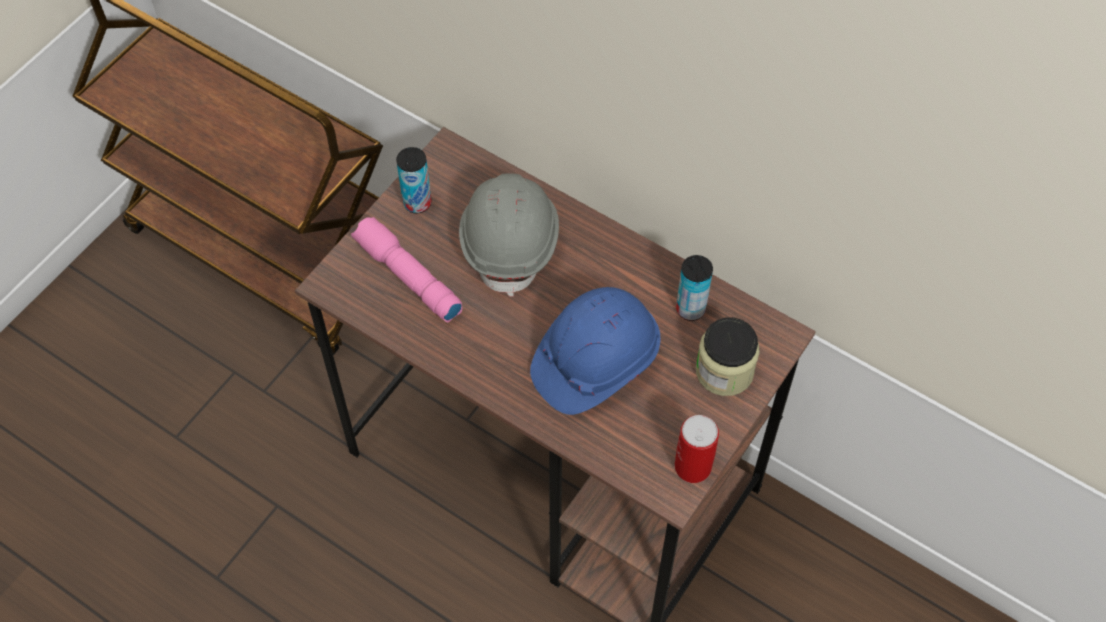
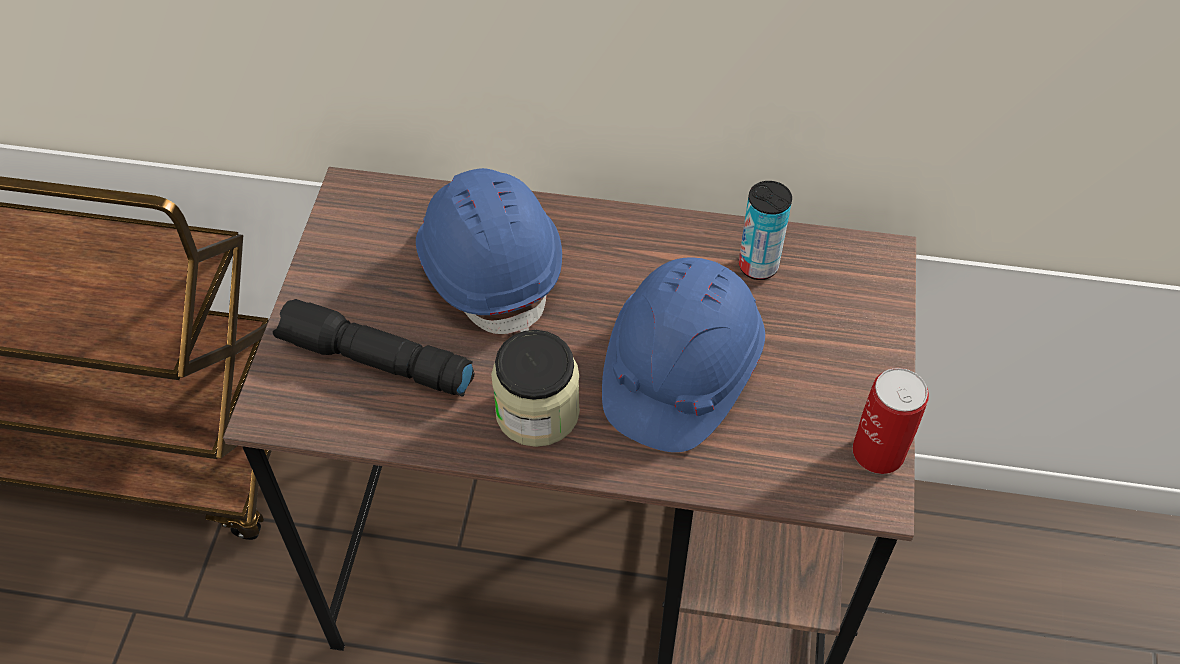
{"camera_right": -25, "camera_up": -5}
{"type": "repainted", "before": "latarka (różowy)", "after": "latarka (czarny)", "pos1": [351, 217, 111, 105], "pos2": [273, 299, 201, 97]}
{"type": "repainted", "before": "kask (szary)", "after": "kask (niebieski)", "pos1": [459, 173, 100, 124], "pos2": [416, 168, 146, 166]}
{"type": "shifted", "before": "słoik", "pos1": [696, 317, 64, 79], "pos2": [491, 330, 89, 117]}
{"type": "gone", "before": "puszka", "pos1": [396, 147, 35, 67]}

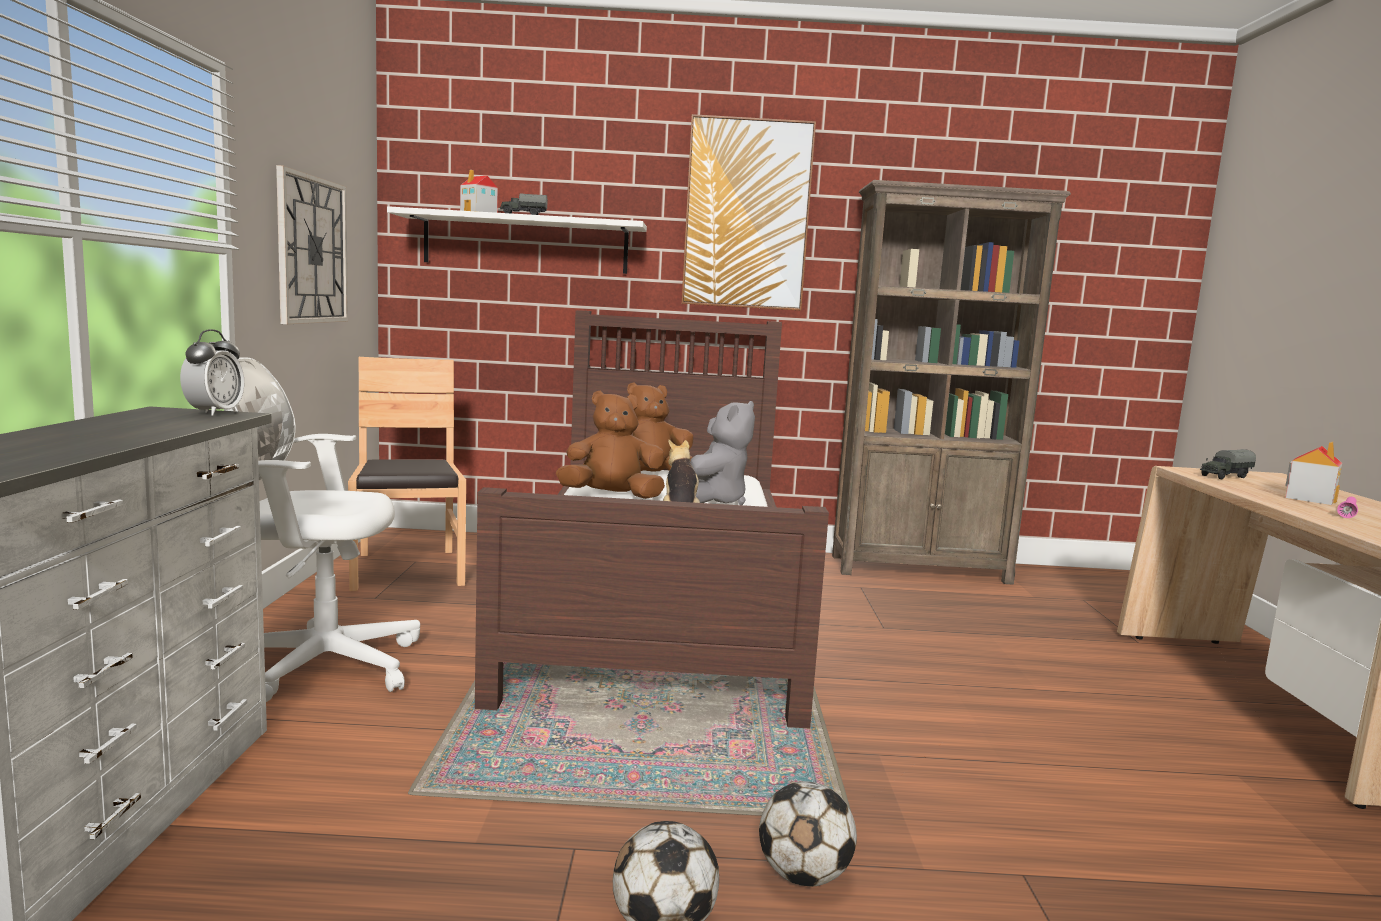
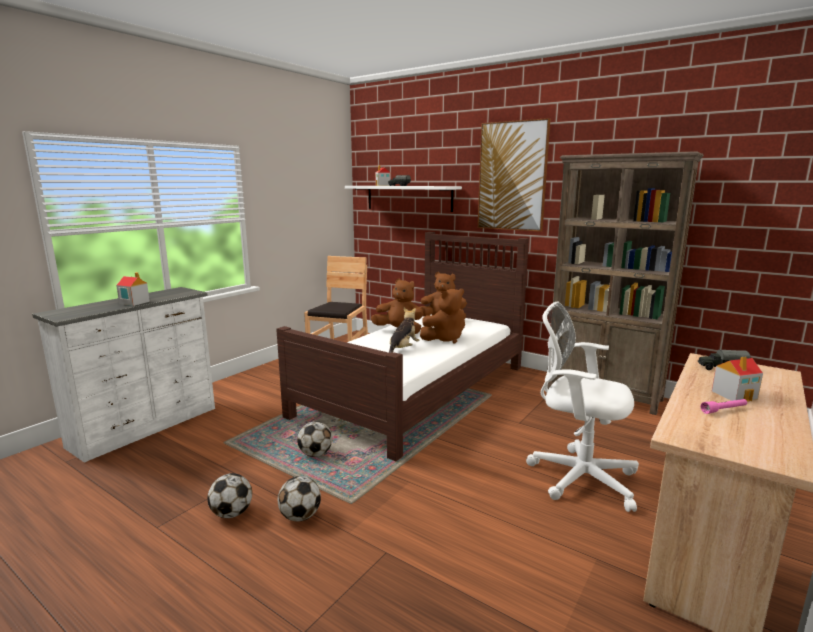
{"camera_right": 35, "camera_up": 5}
{"type": "new", "after": "domek", "pos2": [116, 272, 34, 34]}
{"type": "new", "after": "piłka futbolowa", "pos2": [297, 421, 35, 36]}
{"type": "repainted", "before": "pluszak (szary)", "after": "pluszak (brązowy)", "pos1": [690, 401, 65, 104], "pos2": [420, 289, 45, 54]}
{"type": "shifted", "before": "krzesło biurowe (biały)", "pos1": [224, 357, 196, 345], "pos2": [526, 301, 113, 211]}
{"type": "gone", "before": "budzik", "pos1": [180, 329, 64, 87]}
{"type": "gone", "before": "zegar ścienny", "pos1": [276, 165, 72, 159]}

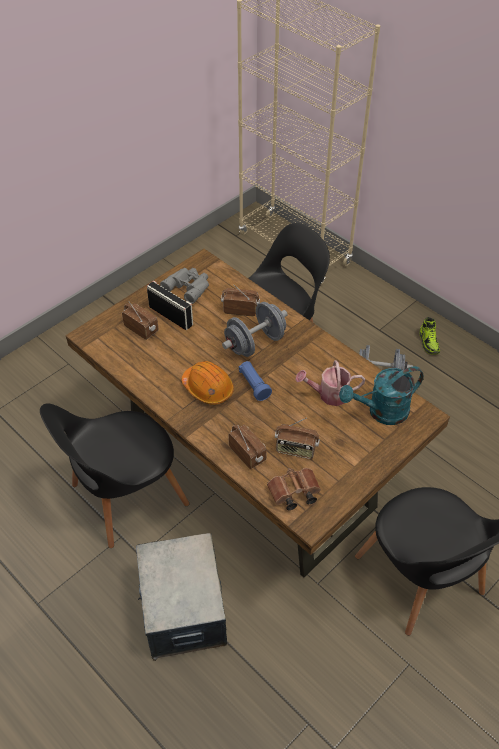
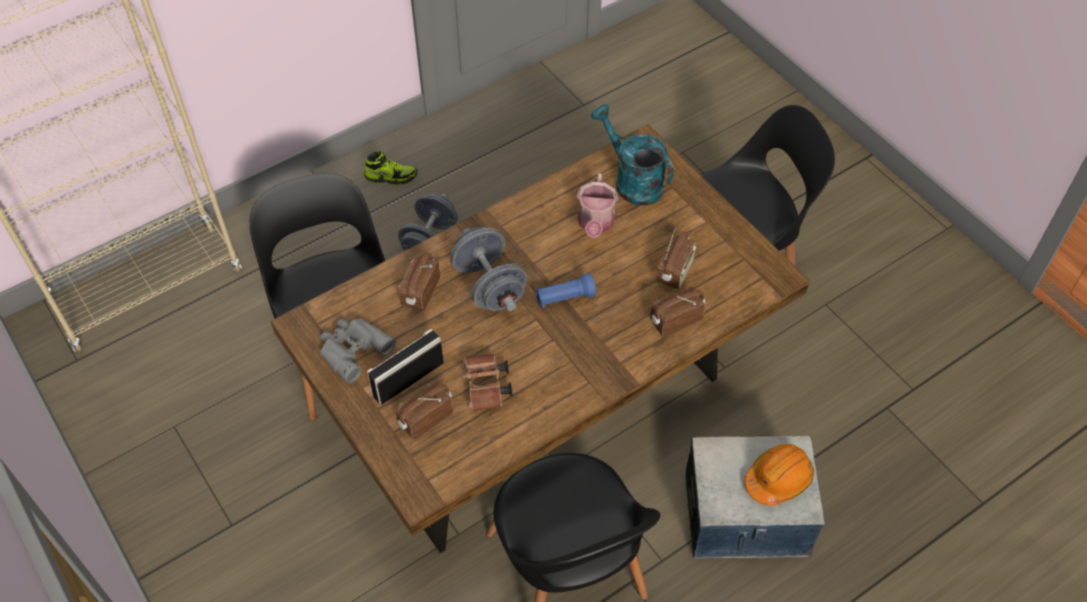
{"camera_right": -80, "camera_up": 5}
{"type": "shifted", "before": "lornetka (brązowy)", "pos1": [267, 468, 54, 42], "pos2": [463, 354, 50, 58]}
{"type": "rotated", "before": "konewka (turkusowy)", "pos1": [339, 366, 84, 59], "pos2": [591, 104, 83, 102], "turn": 150}
{"type": "shifted", "before": "kask (pomarańczowy)", "pos1": [182, 361, 52, 44], "pos2": [744, 444, 70, 62]}

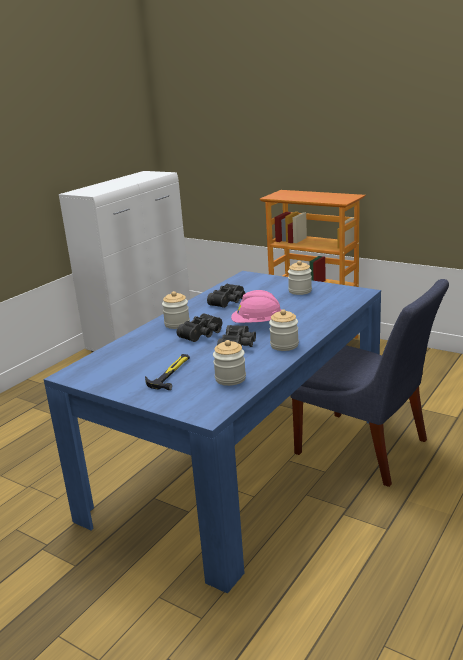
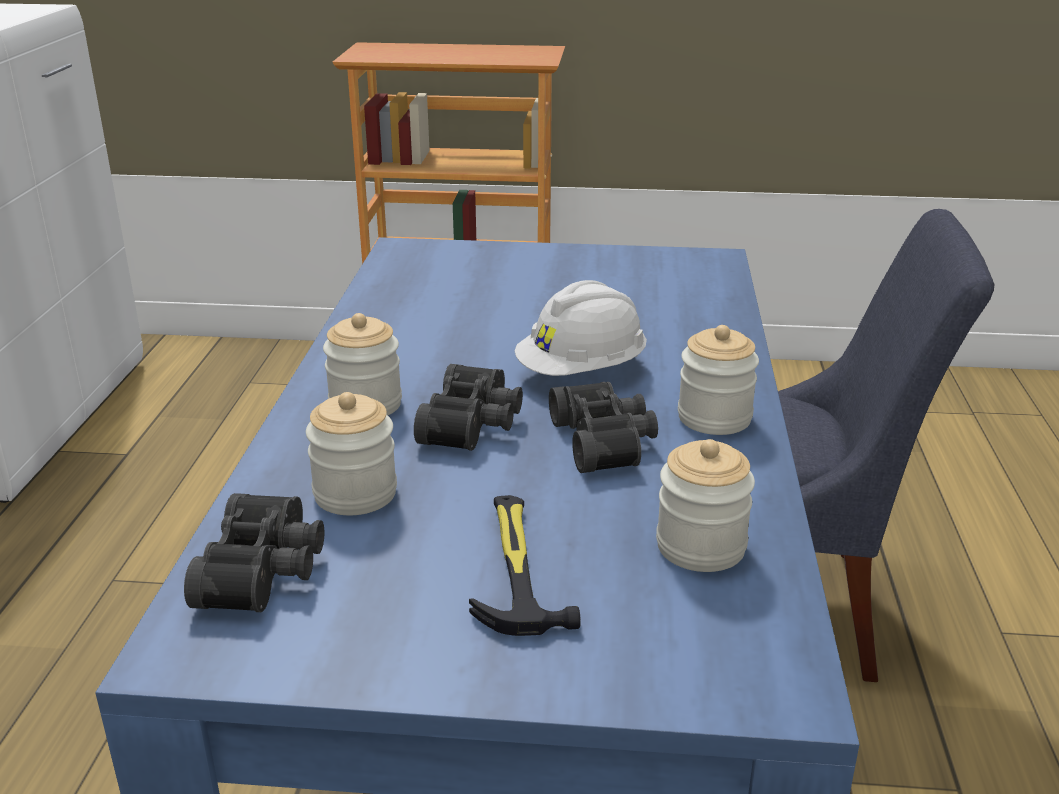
{"camera_right": -30, "camera_up": 5}
{"type": "shifted", "before": "lornetka (czarny)", "pos1": [207, 284, 39, 24], "pos2": [184, 493, 141, 119]}
{"type": "shifted", "before": "słoik", "pos1": [288, 261, 24, 34], "pos2": [306, 392, 91, 123]}
{"type": "repainted", "before": "kask (różowy)", "after": "kask (biały)", "pos1": [231, 290, 50, 33], "pos2": [515, 280, 132, 96]}

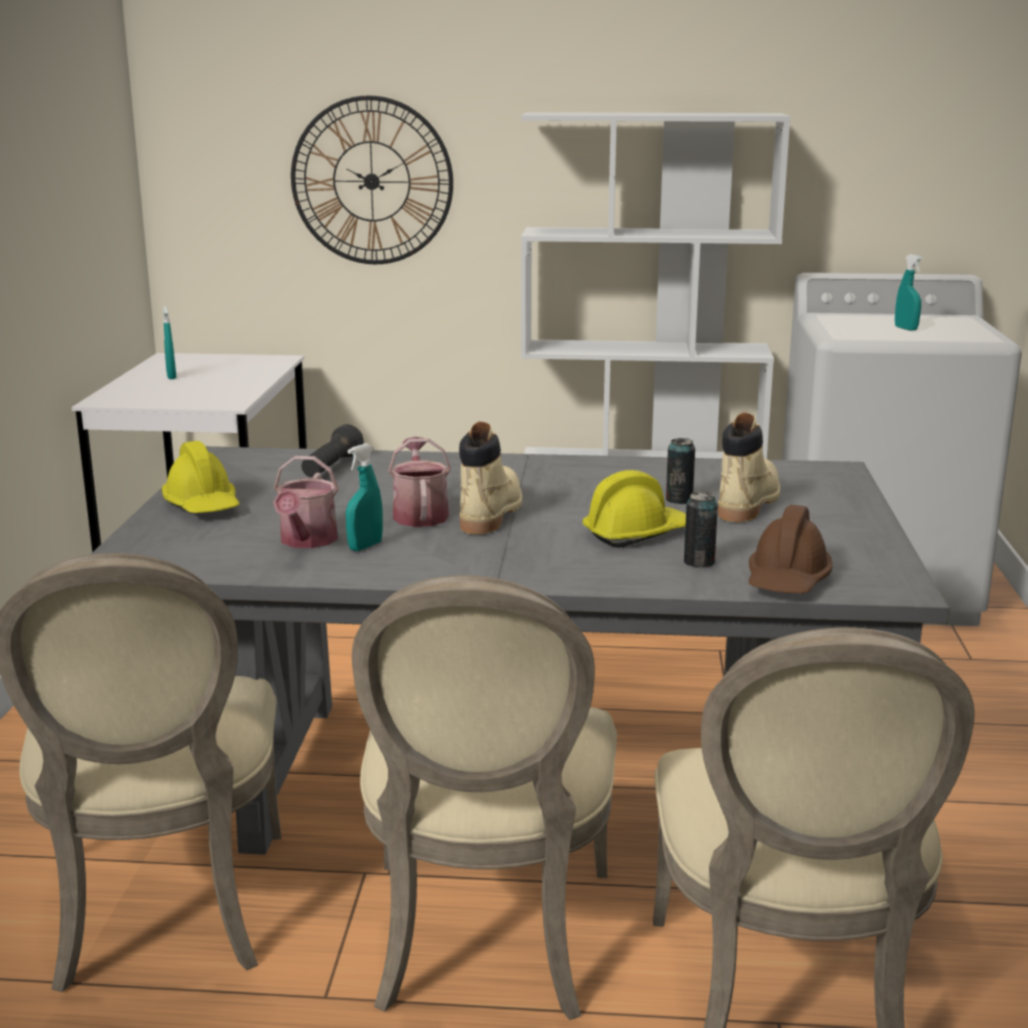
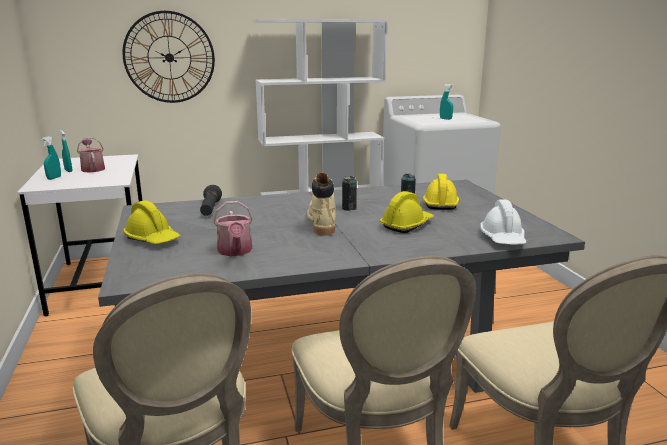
{"camera_right": -20, "camera_up": 0}
{"type": "shifted", "before": "spryskiwacz (turkusowy)", "pos1": [346, 443, 37, 108], "pos2": [41, 136, 20, 44]}
{"type": "shifted", "before": "konewka", "pos1": [388, 437, 63, 90], "pos2": [77, 137, 28, 35]}
{"type": "shifted", "before": "puszka", "pos1": [684, 492, 34, 75], "pos2": [342, 176, 15, 35]}
{"type": "swapped", "before": "but z cholewką (beżowy)", "after": "kask (żółty)", "pos1": [718, 412, 62, 111], "pos2": [423, 174, 36, 36]}
{"type": "repainted", "before": "kask (brązowy)", "after": "kask (biały)", "pos1": [749, 505, 84, 89], "pos2": [480, 199, 47, 46]}

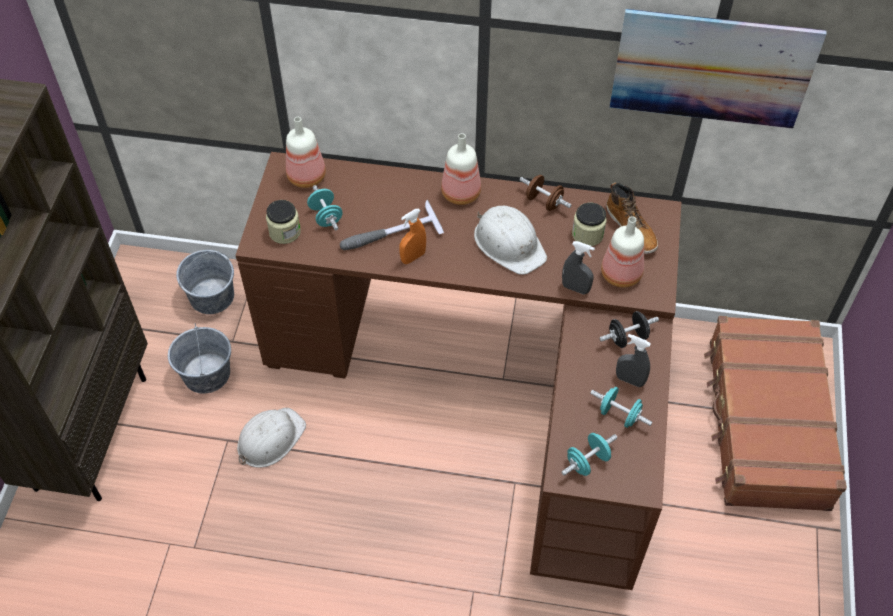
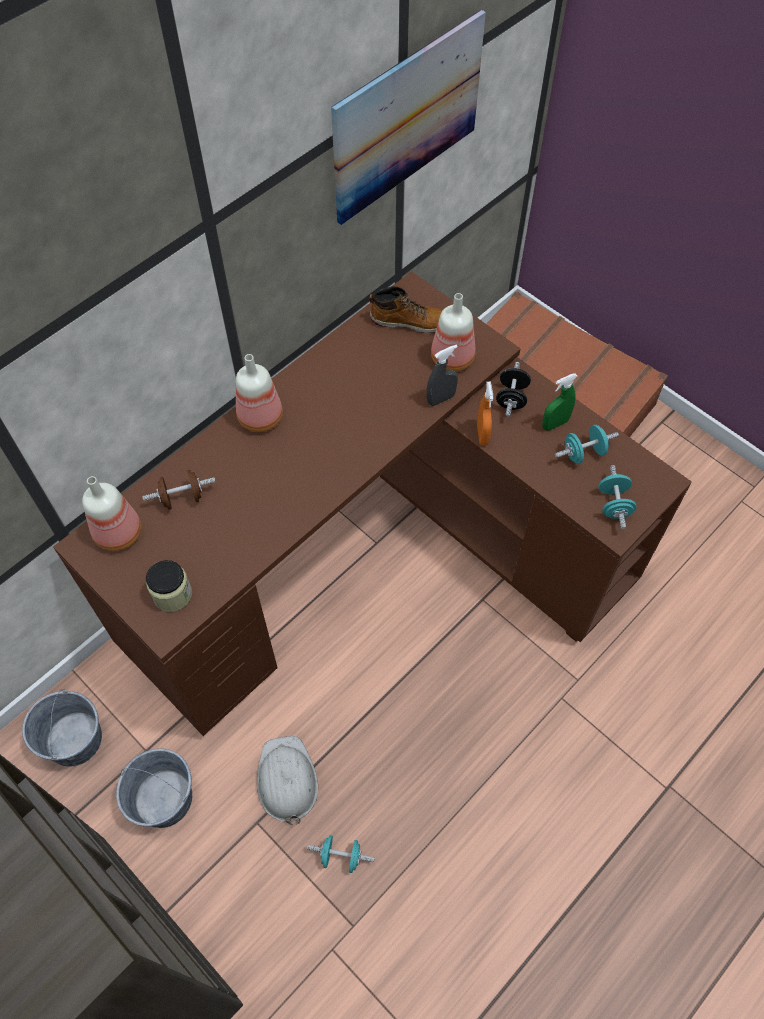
{"camera_right": -55, "camera_up": 5}
{"type": "shifted", "before": "hantel (brązowy)", "pos1": [520, 175, 52, 36], "pos2": [142, 470, 74, 40]}
{"type": "shifted", "before": "hantel (turkusowy)", "pos1": [307, 185, 36, 45], "pos2": [307, 835, 68, 38]}
{"type": "shifted", "before": "spryskiwacz (pomarańczowy)", "pos1": [399, 208, 27, 56], "pos2": [477, 382, 16, 64]}
{"type": "repainted", "before": "spryskiwacz (szary)", "after": "spryskiwacz (zielony)", "pos1": [616, 334, 35, 53], "pos2": [542, 373, 36, 58]}
{"type": "gone", "before": "młotek", "pos1": [340, 200, 104, 50]}
{"type": "gone", "before": "kask (biały)", "pos1": [474, 206, 73, 69]}
{"type": "gone", "before": "słoik", "pos1": [572, 203, 34, 43]}

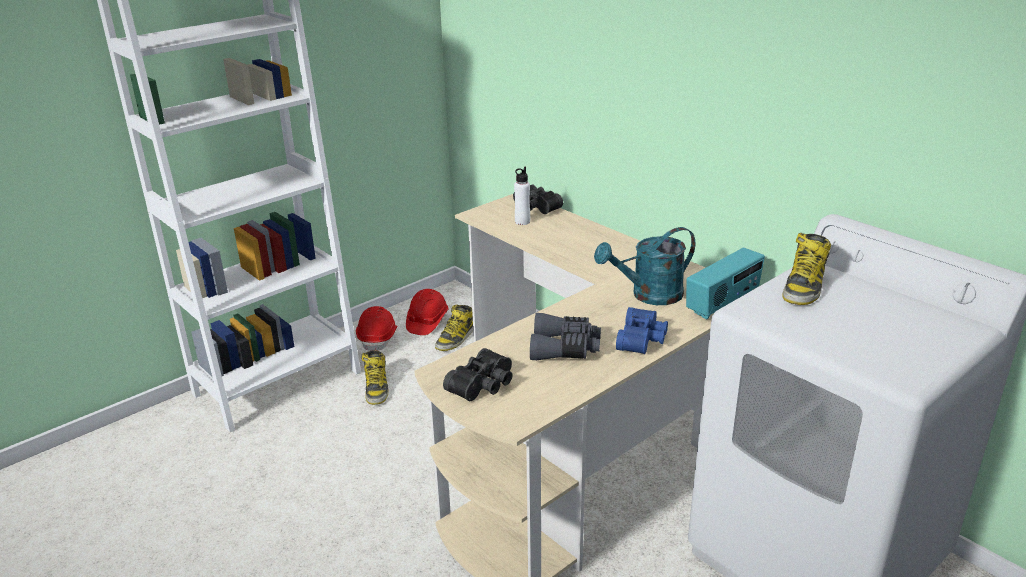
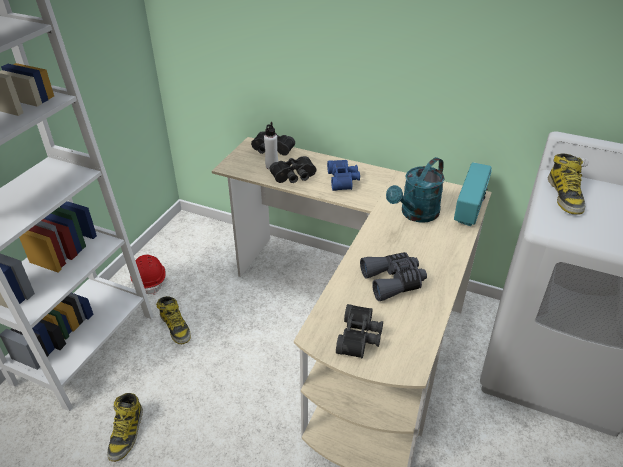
{"camera_right": -25, "camera_up": 10}
{"type": "shifted", "before": "but z cholewką", "pos1": [435, 305, 38, 46], "pos2": [107, 393, 36, 69]}
{"type": "new", "after": "lornetka (czarny)", "pos2": [270, 156, 46, 27]}
{"type": "shifted", "before": "lornetka (niebieski)", "pos1": [616, 307, 52, 47], "pos2": [327, 160, 33, 31]}
{"type": "gone", "before": "kask (czerwony)", "pos1": [406, 289, 43, 46]}

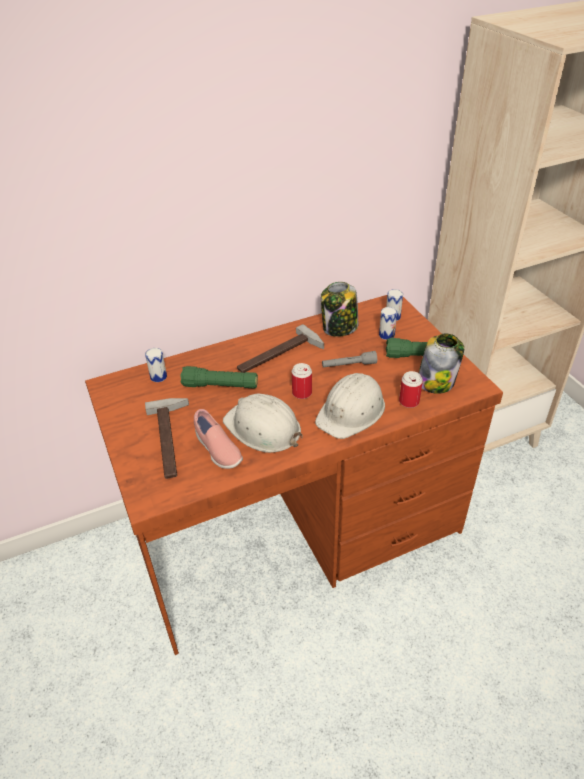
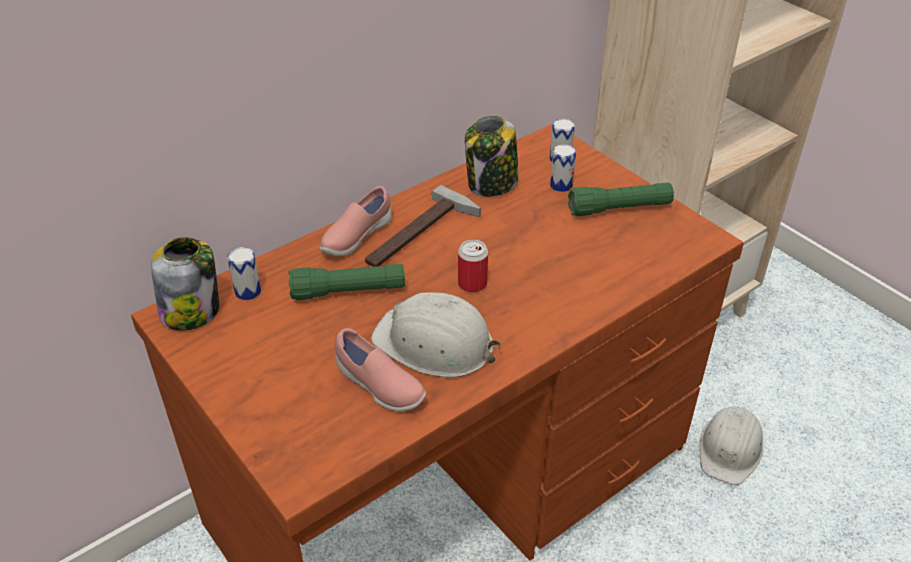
{"camera_right": -15, "camera_up": 0}
{"type": "shifted", "before": "słoik", "pos1": [419, 333, 45, 61], "pos2": [151, 237, 68, 94]}
{"type": "new", "after": "but (różowy)", "pos2": [320, 186, 72, 70]}
{"type": "shifted", "before": "kask (biały)", "pos1": [315, 373, 70, 66], "pos2": [700, 407, 64, 78]}
{"type": "gone", "before": "młotek", "pos1": [145, 398, 44, 81]}
{"type": "gone", "before": "latarka (szary)", "pos1": [322, 351, 55, 17]}
{"type": "gone", "before": "puszka", "pos1": [399, 371, 24, 37]}

